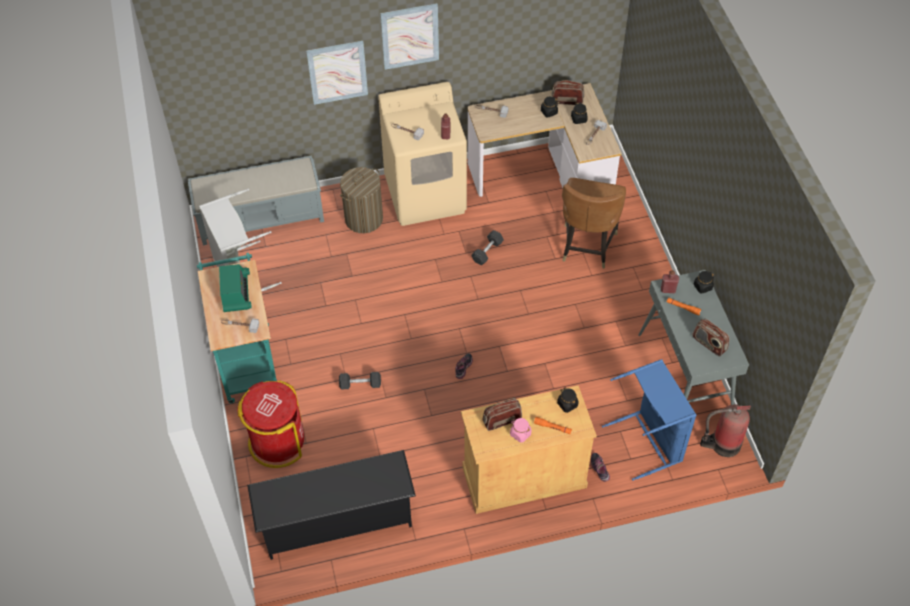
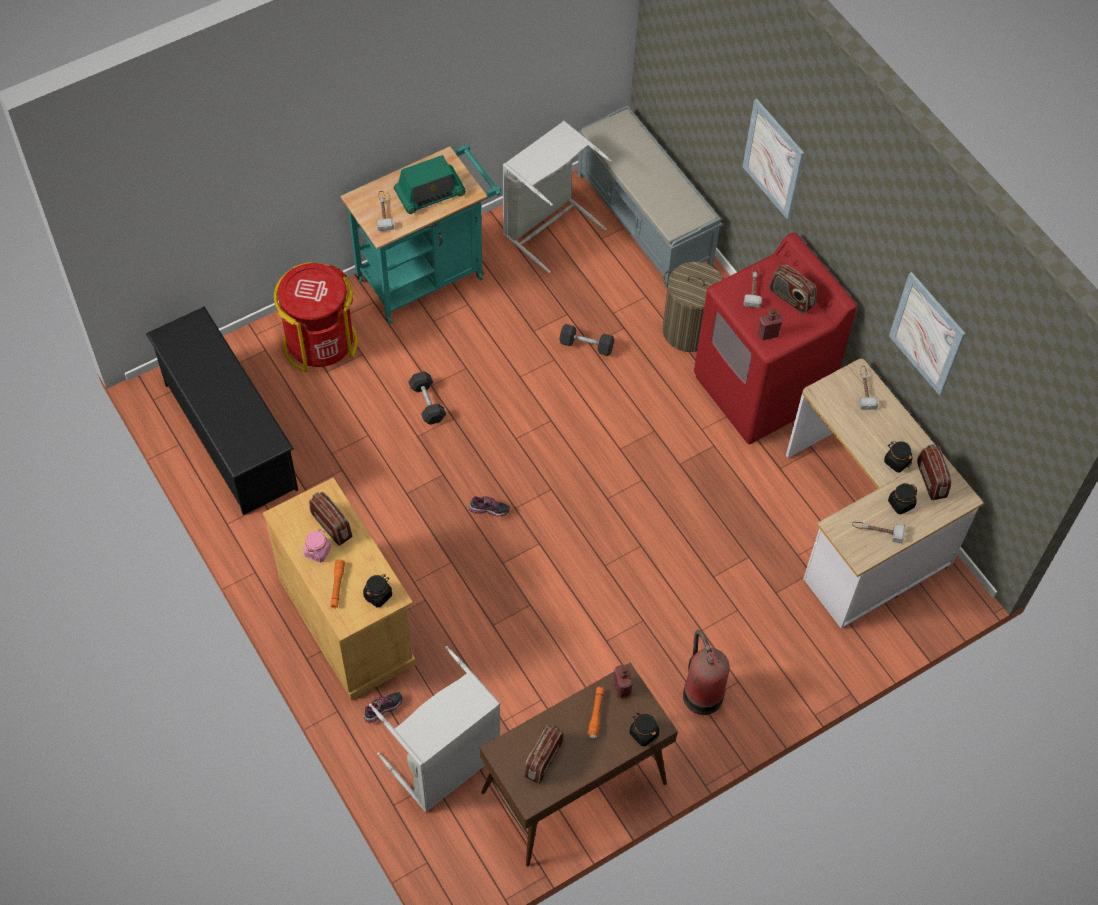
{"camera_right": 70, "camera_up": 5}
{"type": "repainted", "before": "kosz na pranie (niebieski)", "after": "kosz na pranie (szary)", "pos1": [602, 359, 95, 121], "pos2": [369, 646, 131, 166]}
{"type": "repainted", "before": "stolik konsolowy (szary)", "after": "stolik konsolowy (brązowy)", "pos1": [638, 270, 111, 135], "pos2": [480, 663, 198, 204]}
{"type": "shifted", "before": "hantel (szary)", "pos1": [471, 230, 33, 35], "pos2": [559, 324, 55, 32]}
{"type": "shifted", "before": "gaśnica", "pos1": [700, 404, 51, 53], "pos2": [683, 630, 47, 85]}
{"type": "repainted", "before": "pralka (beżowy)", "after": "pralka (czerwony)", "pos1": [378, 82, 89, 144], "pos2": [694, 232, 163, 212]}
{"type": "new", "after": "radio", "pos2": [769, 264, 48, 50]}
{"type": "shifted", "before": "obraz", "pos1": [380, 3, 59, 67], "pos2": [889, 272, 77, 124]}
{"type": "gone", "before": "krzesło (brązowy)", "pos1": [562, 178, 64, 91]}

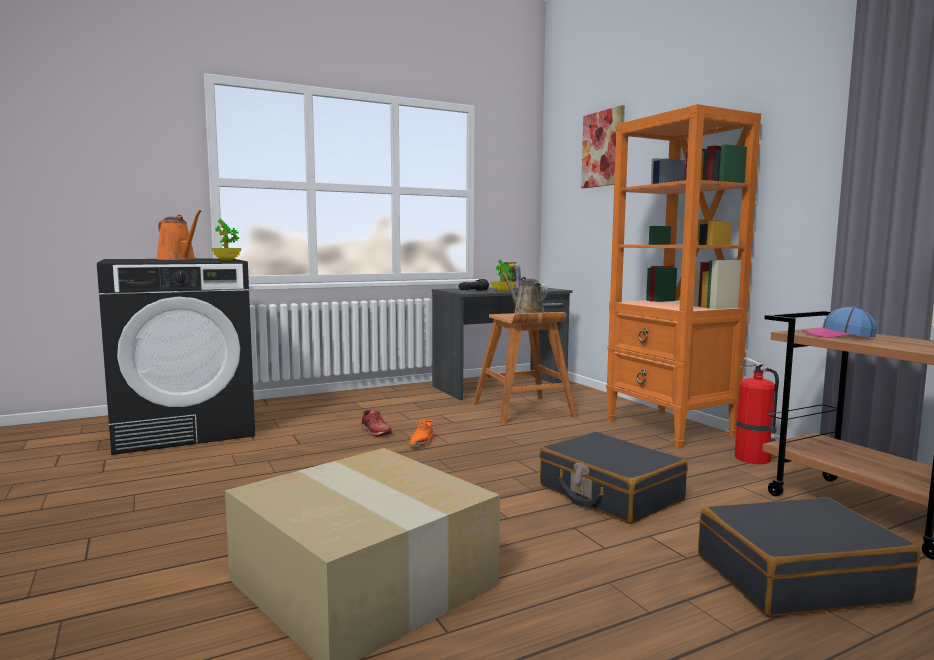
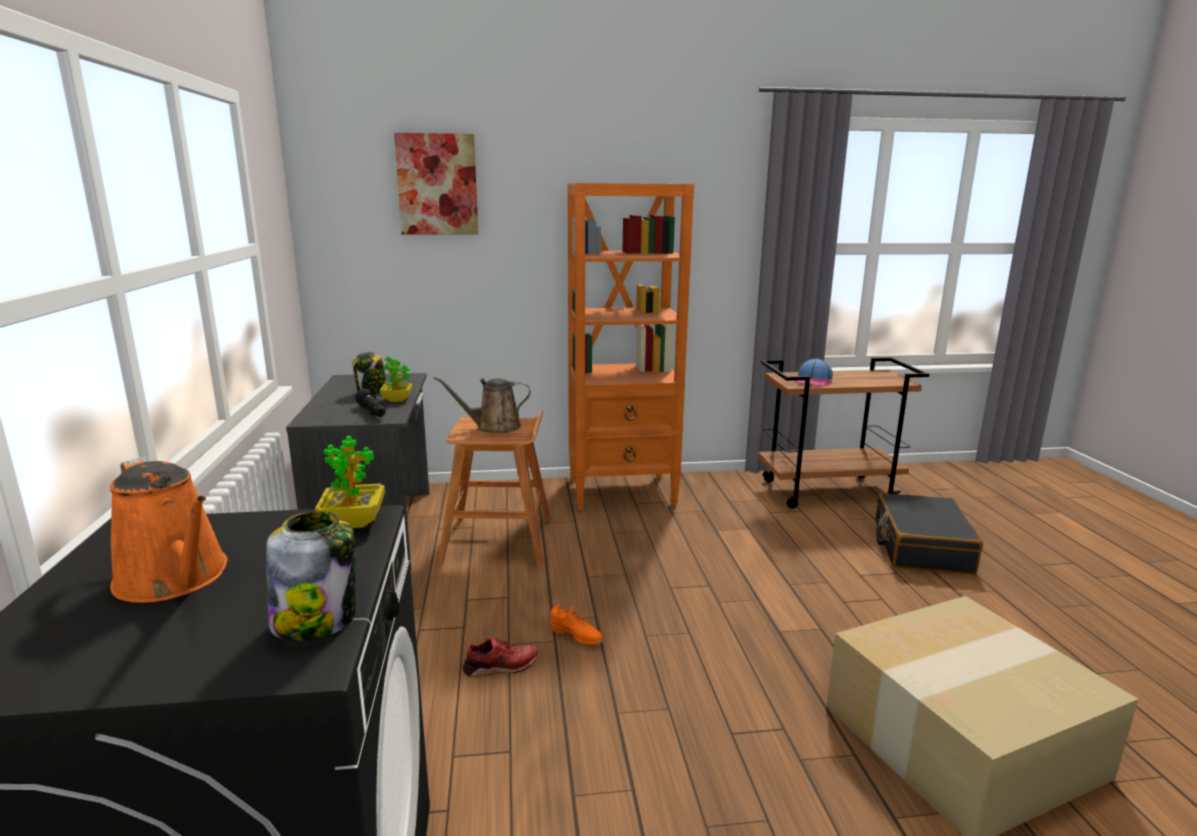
{"camera_right": -70, "camera_up": 10}
{"type": "rotated", "before": "konewka (pomarańczowy)", "pos1": [156, 210, 46, 50], "pos2": [110, 457, 118, 146], "turn": 75}
{"type": "new", "after": "słoik", "pos2": [266, 511, 90, 130]}
{"type": "gone", "before": "walizka (czarny)", "pos1": [539, 432, 149, 92]}
{"type": "gone", "before": "gaśnica", "pos1": [735, 357, 44, 107]}

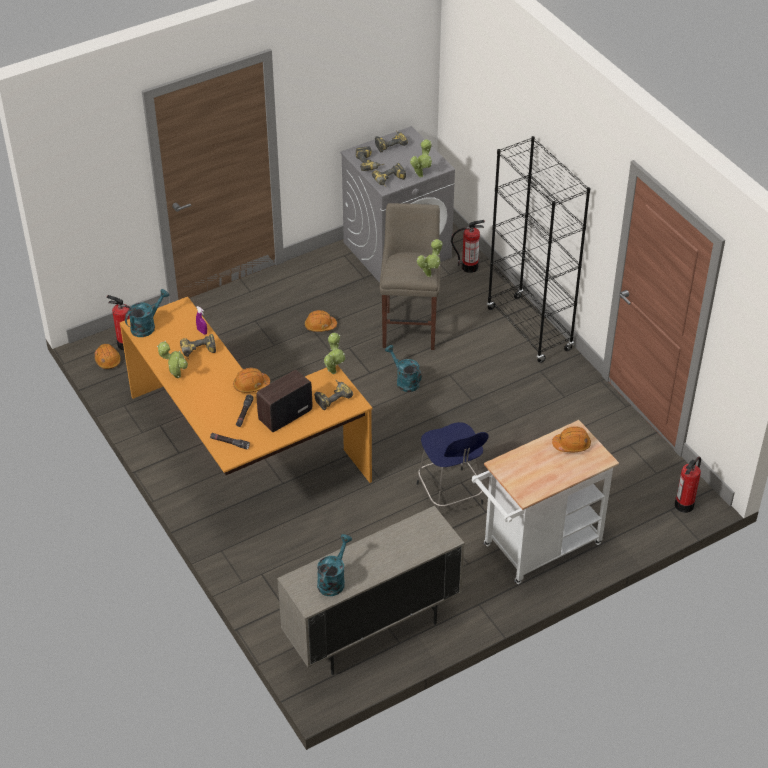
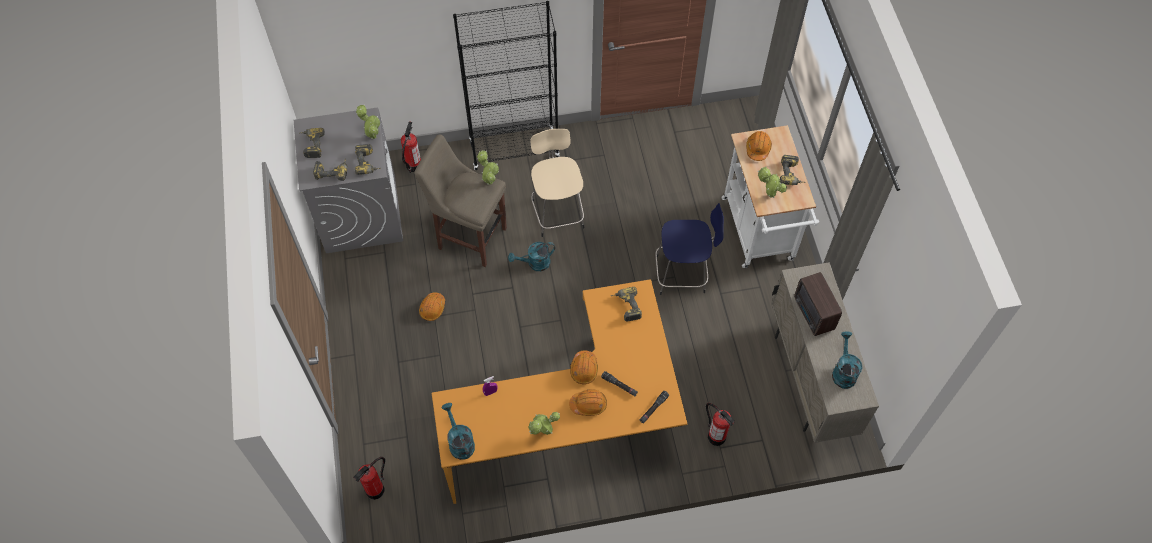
{"camera_right": -70, "camera_up": 15}
{"type": "new", "after": "stołek (beżowy)", "pos2": [530, 129, 54, 108]}
{"type": "shifted", "before": "kask (pomarańczowy)", "pos1": [95, 344, 26, 25], "pos2": [569, 390, 38, 26]}
{"type": "shifted", "before": "gaśnica", "pos1": [675, 457, 26, 56], "pos2": [706, 403, 29, 43]}
{"type": "shifted", "before": "roślina doniczkowa", "pos1": [324, 333, 21, 41], "pos2": [758, 167, 29, 31]}
{"type": "shifted", "before": "wiertarka", "pos1": [180, 334, 36, 26], "pos2": [780, 155, 26, 30]}
{"type": "shifted", "before": "radio", "pos1": [256, 370, 56, 62], "pos2": [794, 272, 48, 64]}
{"type": "rotated", "before": "konewka (turkusowy)", "pos1": [317, 534, 35, 62], "pos2": [832, 332, 31, 57], "turn": 45}

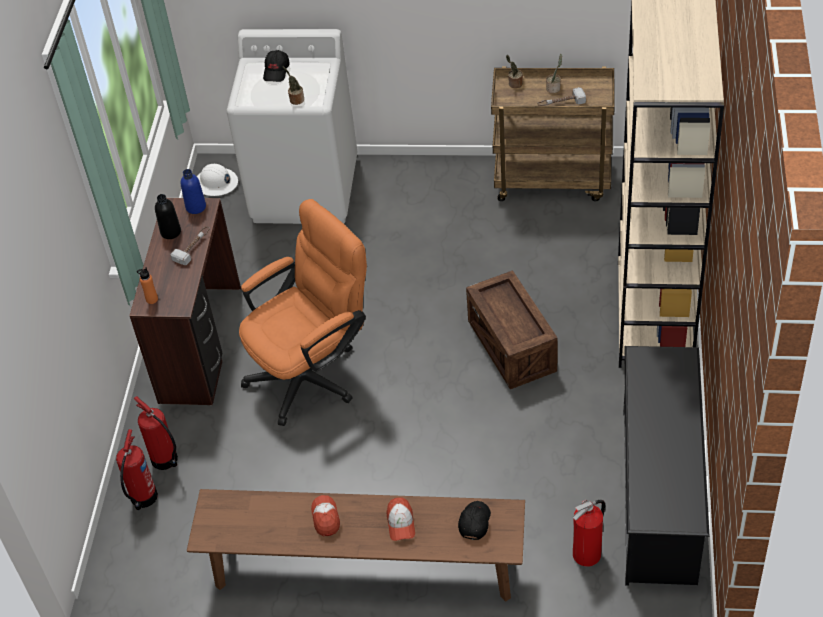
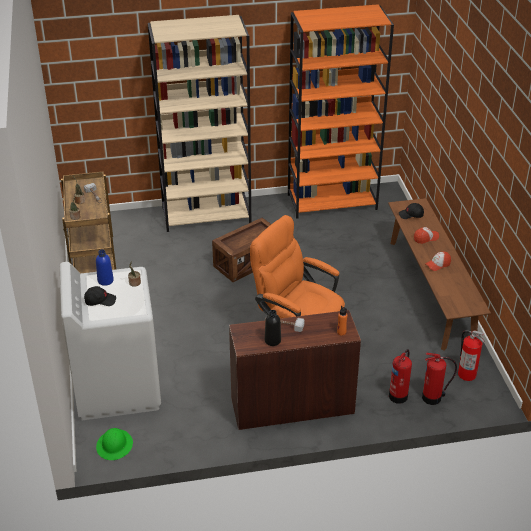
{"camera_right": -110, "camera_up": -10}
{"type": "shifted", "before": "butelka (niebieski)", "pos1": [181, 169, 25, 45], "pos2": [96, 250, 18, 36]}
{"type": "repainted", "before": "kask (biały)", "after": "kask (zielony)", "pos1": [197, 164, 41, 32], "pos2": [96, 428, 37, 32]}
{"type": "swapped", "before": "regał na buty (czarny)", "after": "regał (pomarańczowy)", "pos1": [623, 346, 87, 240], "pos2": [288, 4, 106, 215]}
{"type": "shifted", "before": "gaśnica", "pos1": [573, 500, 32, 67], "pos2": [458, 330, 27, 51]}

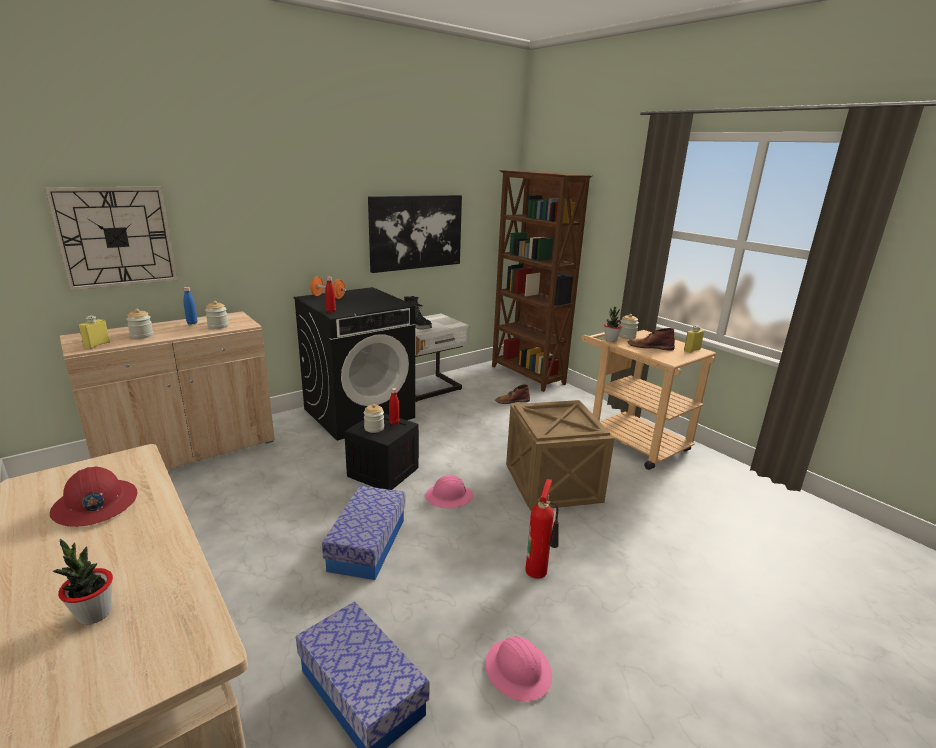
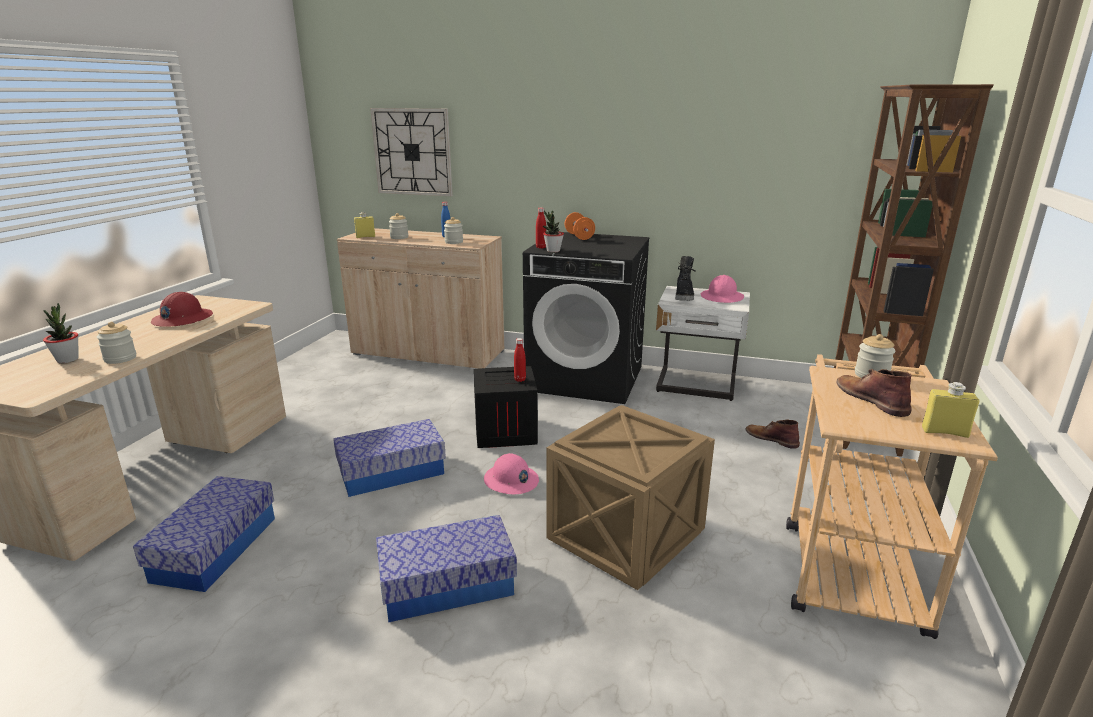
{"camera_right": 55, "camera_up": 0}
{"type": "shifted", "before": "słoik", "pos1": [364, 404, 20, 29], "pos2": [97, 322, 39, 42]}
{"type": "swapped", "before": "gaśnica", "after": "pojemnik do przechowywania", "pos1": [526, 479, 33, 100], "pos2": [376, 515, 141, 107]}
{"type": "shifted", "before": "roślina doniczkowa", "pos1": [604, 307, 18, 35], "pos2": [543, 210, 21, 42]}
{"type": "shifted", "before": "kask (różowy)", "pos1": [485, 636, 67, 65], "pos2": [701, 275, 43, 28]}
{"type": "gone", "before": "obraz", "pos1": [368, 195, 94, 78]}

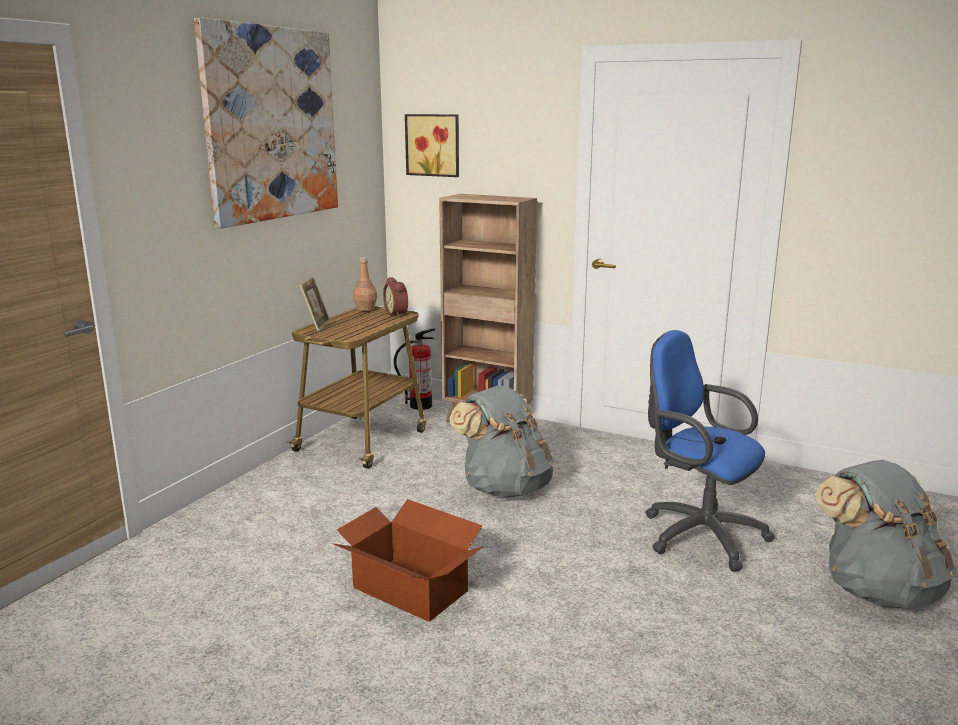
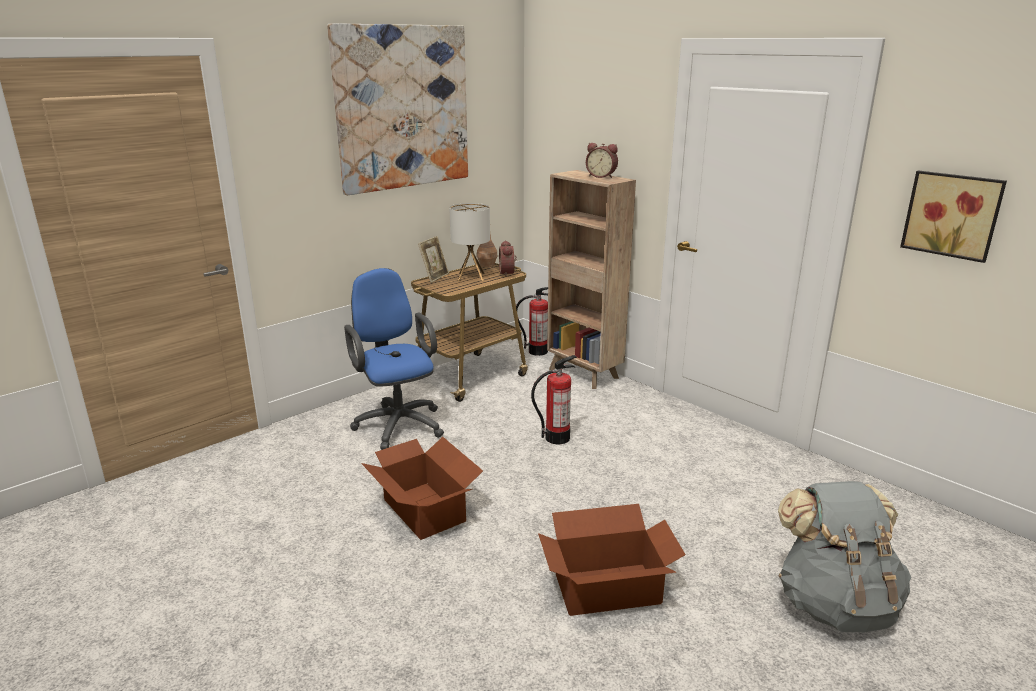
{"camera_right": 20, "camera_up": 5}
{"type": "shifted", "before": "krzesło biurowe (niebieski)", "pos1": [645, 330, 130, 242], "pos2": [344, 268, 100, 182]}
{"type": "new", "after": "lampa stołowa", "pos2": [449, 203, 41, 78]}
{"type": "swapped", "before": "plecak (szary)", "after": "gaśnica", "pos1": [449, 385, 106, 113], "pos2": [531, 355, 46, 89]}
{"type": "new", "after": "karton", "pos2": [538, 504, 148, 112]}
{"type": "new", "after": "budzik", "pos2": [586, 143, 32, 35]}
{"type": "shifted", "before": "obraz", "pos1": [405, 114, 54, 63], "pos2": [900, 170, 107, 93]}

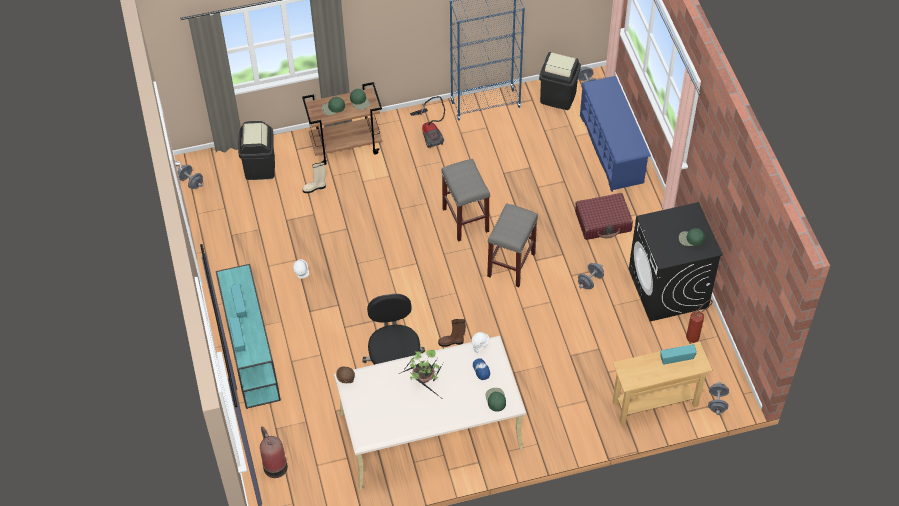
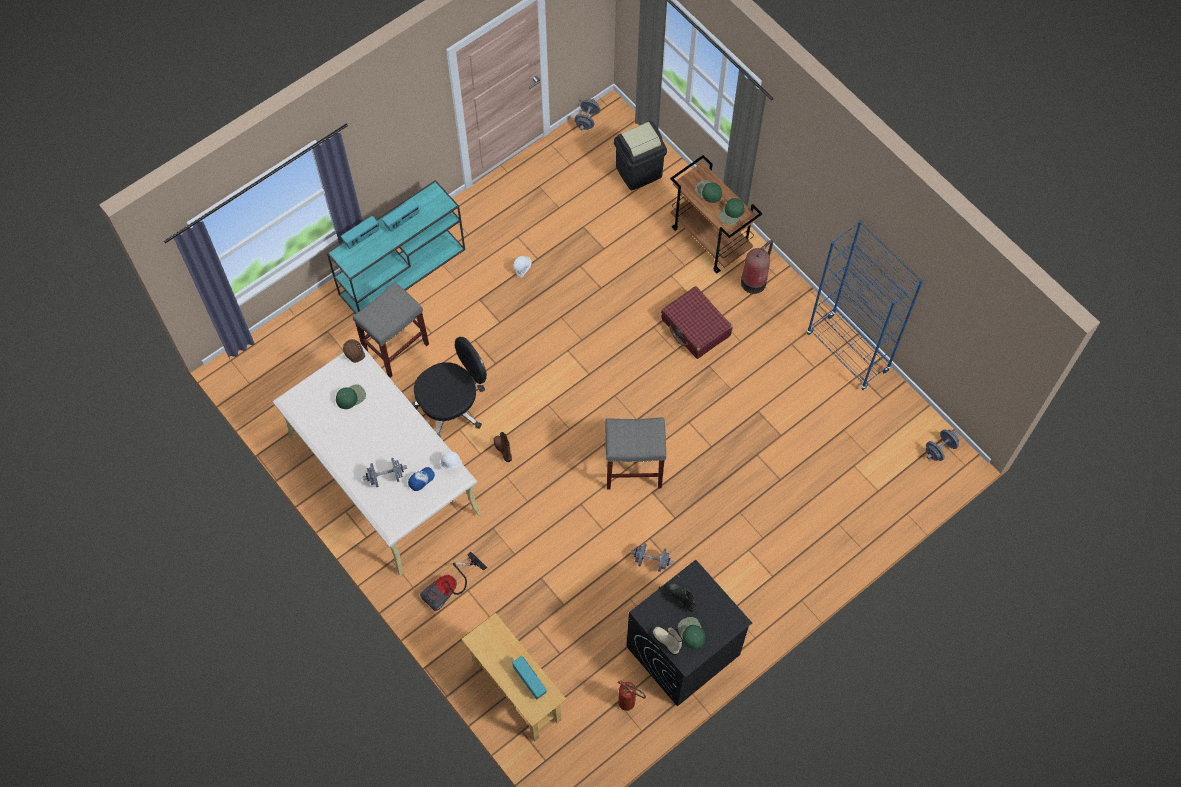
{"camera_right": 65, "camera_up": 10}
{"type": "shifted", "before": "czapka z daszkiem (zielony)", "pos1": [486, 388, 20, 24], "pos2": [336, 384, 30, 25]}
{"type": "shifted", "before": "stołek (szary)", "pos1": [441, 159, 49, 83], "pos2": [353, 282, 76, 96]}
{"type": "shifted", "before": "hantel (szary)", "pos1": [708, 382, 21, 33], "pos2": [362, 458, 45, 29]}
{"type": "shifted", "before": "odkurzacz", "pos1": [410, 96, 35, 53], "pos2": [420, 551, 67, 60]}
{"type": "shifted", "before": "but z cholewką (beżowy)", "pos1": [302, 162, 24, 31], "pos2": [653, 627, 29, 28]}
{"type": "shifted", "before": "walizka (czerwony)", "pos1": [575, 193, 58, 47], "pos2": [661, 286, 71, 73]}
{"type": "new", "after": "but z cholewką (czarny)", "pos2": [668, 583, 28, 29]}
{"type": "shifted", "before": "gaśnica", "pos1": [260, 427, 28, 51], "pos2": [741, 240, 32, 54]}
{"type": "gone", "before": "roślina doniczkowa", "pos1": [399, 350, 45, 50]}
{"type": "gone", "before": "kosz na śmieci (czarny)", "pos1": [539, 52, 42, 58]}
{"type": "gone", "before": "regał na buty (niebieski)", "pos1": [580, 76, 71, 116]}

